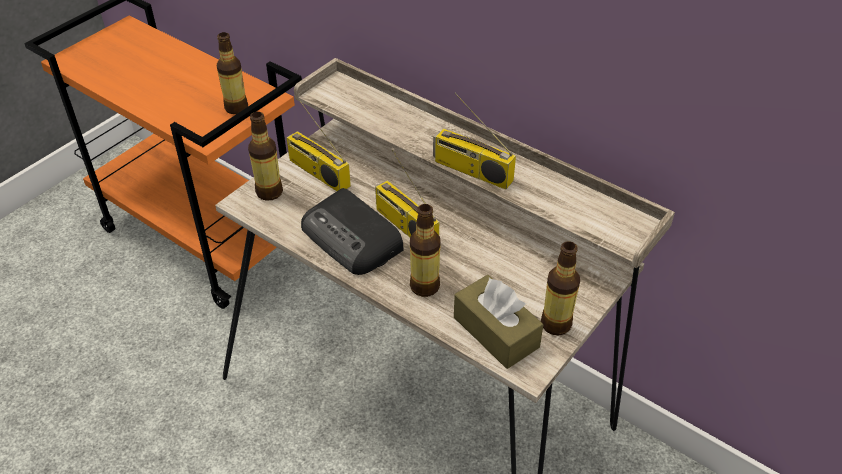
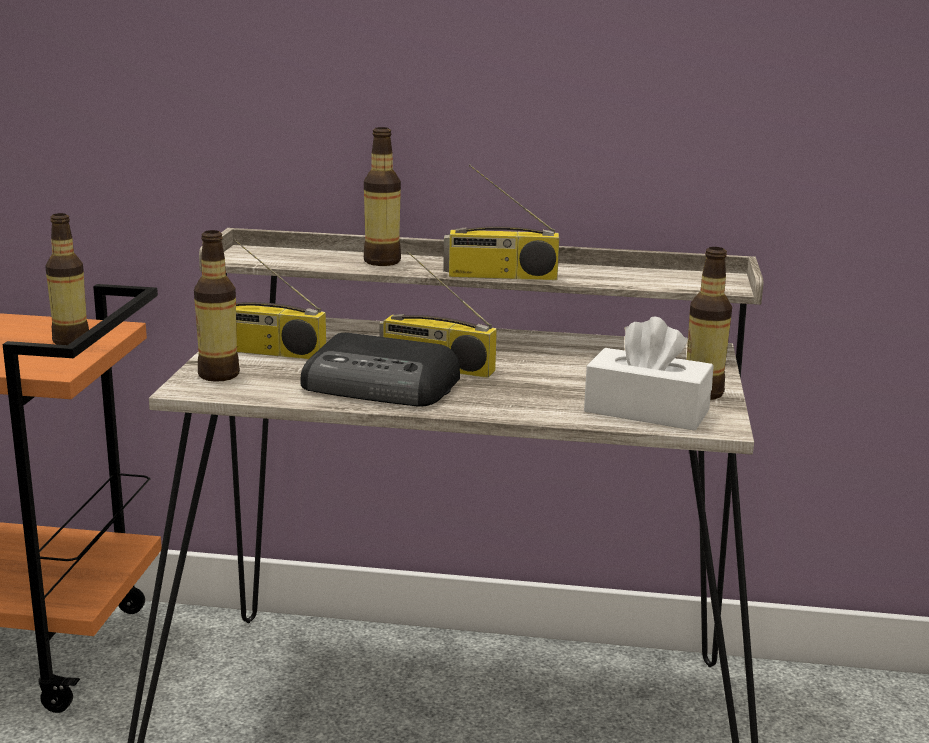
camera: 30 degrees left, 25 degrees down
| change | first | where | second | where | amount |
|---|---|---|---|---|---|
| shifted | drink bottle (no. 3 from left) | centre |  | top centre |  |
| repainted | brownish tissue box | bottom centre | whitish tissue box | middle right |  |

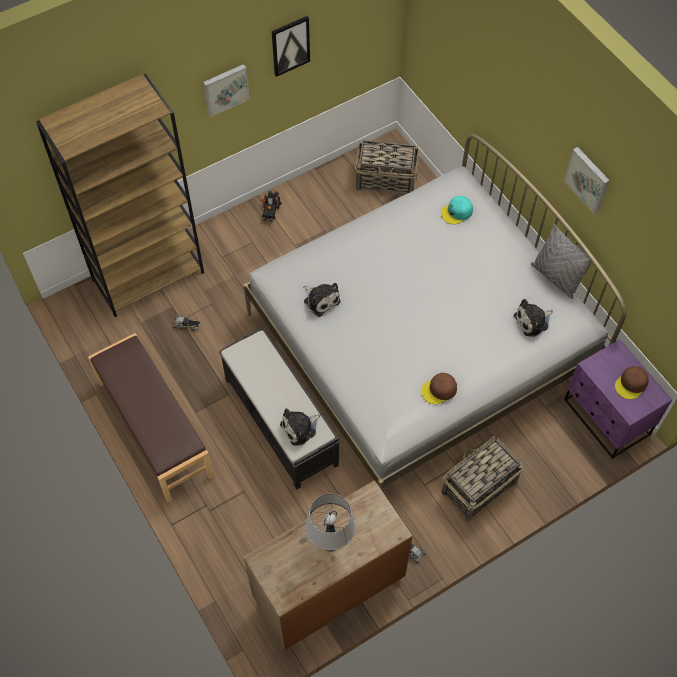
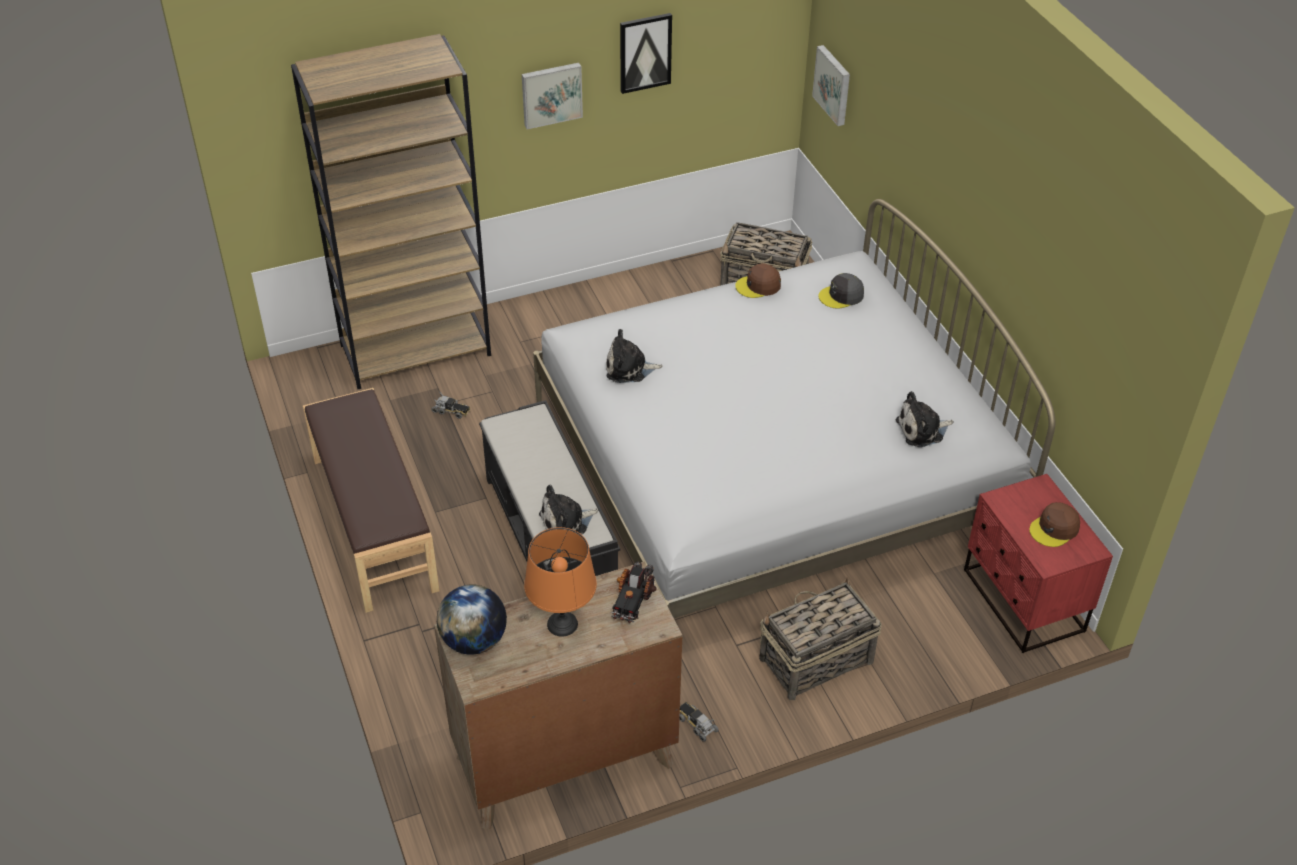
camera: 10 degrees right, 15 degrees down
| change | first | where | second | where | amount |
|---|---|---|---|---|---|
| new |  |  | desk globe | bottom centre |  |
| repainted | greyish tabletop lamp | bottom centre | orange tabletop lamp | bottom centre |  |
| rotated | cuddly toy (no. 2 from left) | centre |  | centre | 120 degrees clockwise |
| shifted | toy truck (no. 2 from left) | top centre |  | bottom centre |  |
| shifted | brownish cap (no. 1 from left) | centre |  | top centre |  |
| shifted | wall picture (no. 3 from left) | top right |  | top centre |  |
| repainted | turquoise-coloured cap | top right | greyish cap | centre |  |
| repainted | purple-coloured night table | middle right | red-coloured night table | middle right |  |
| gone | greyish throw pillow | middle right |  |  |  |

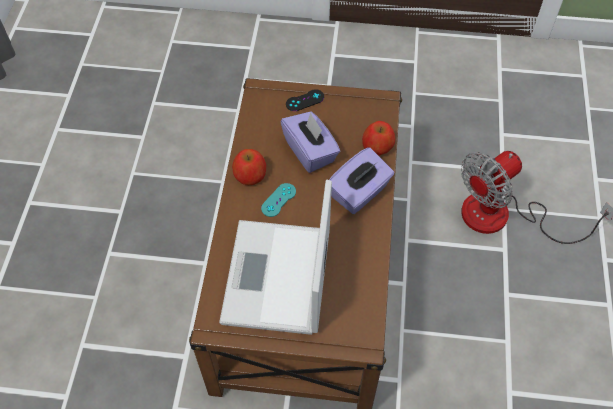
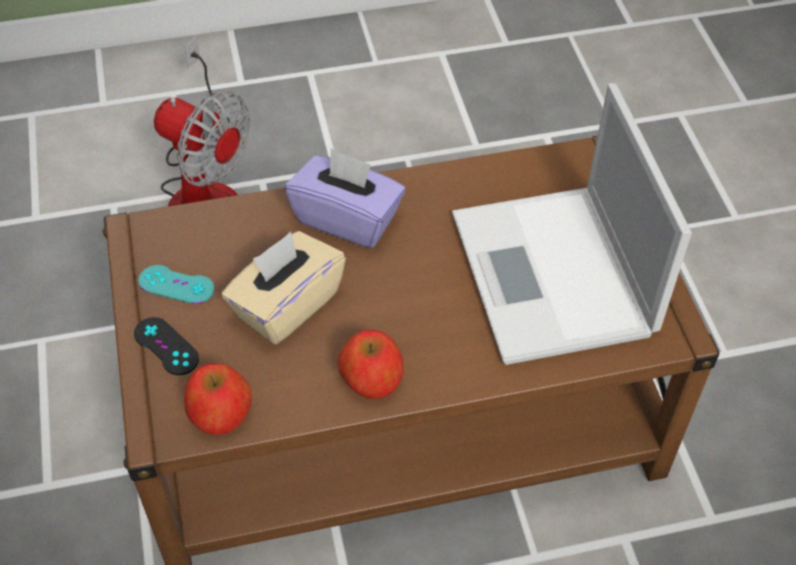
camera: 110 degrees left, 5 degrees down
| change | first | where | second | where | amount |
|---|---|---|---|---|---|
| shifted | turquoise-coloured gamepad | centre |  | middle left |  |
| shifted | whole apple (no. 2 from left in the first image) | centre | whole apple (no. 1 from left) | bottom left |  |
| repainted | purple-coloured tissue box (no. 1 from left) | centre | beige-coloured tissue box | centre |  |
| rotated | laptop | centre |  | middle right | 90 degrees clockwise |

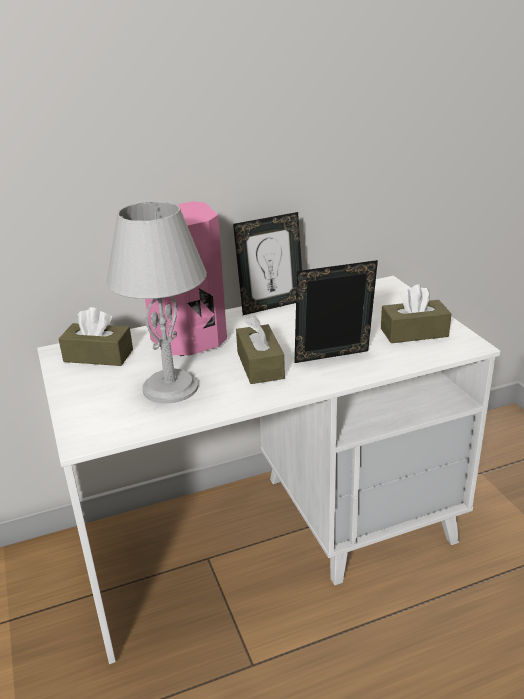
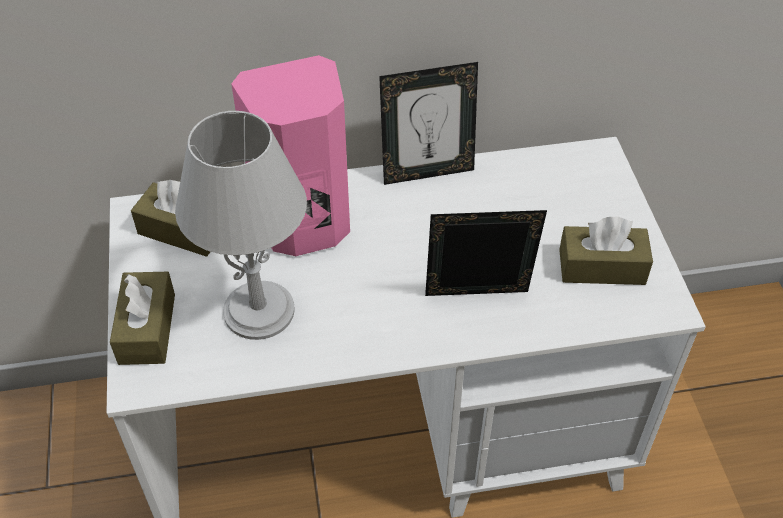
camera: 10 degrees right, 20 degrees up
| change | first | where | second | where | amount |
|---|---|---|---|---|---|
| shifted | brownish tissue box (no. 2 from left in the first image) | centre | brownish tissue box (no. 1 from left) | middle left |  |

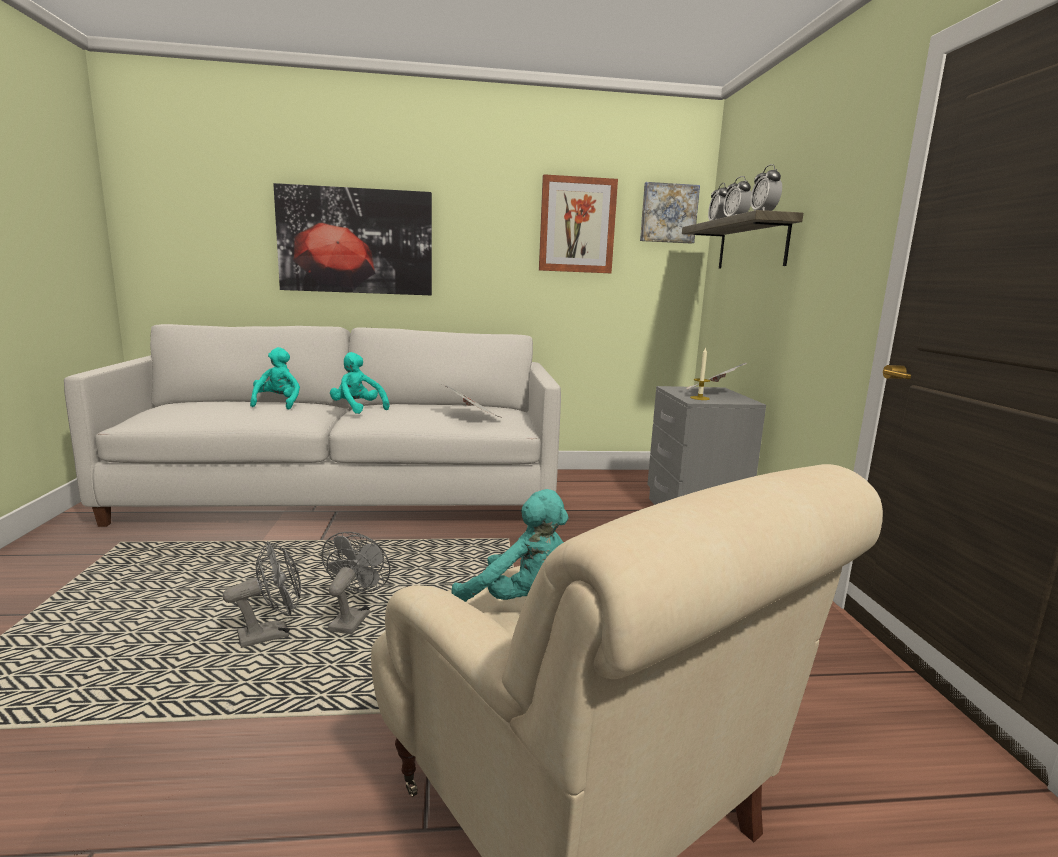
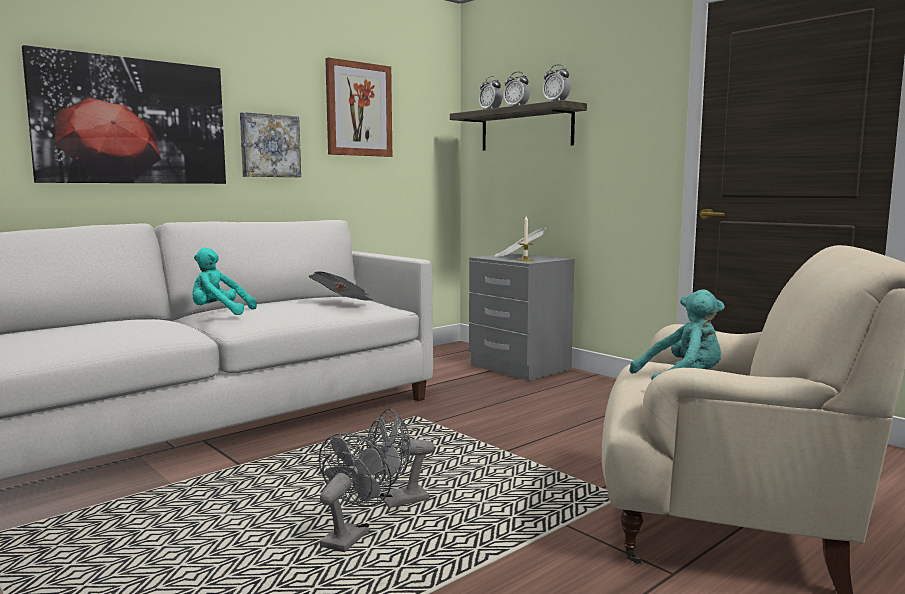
camera: 35 degrees left, 5 degrees down
| change | first | where | second | where | amount |
|---|---|---|---|---|---|
| shifted | wall picture (no. 3 from left in the first image) | top centre | wall picture (no. 2 from left) | top left |  |
| rotated | greyish electric fan (no. 2 from left) | bottom centre |  | bottom centre | 90 degrees counterclockwise |
| gone | turquoise-coloured cuddly toy (no. 1 from left) | middle left |  |  |  |

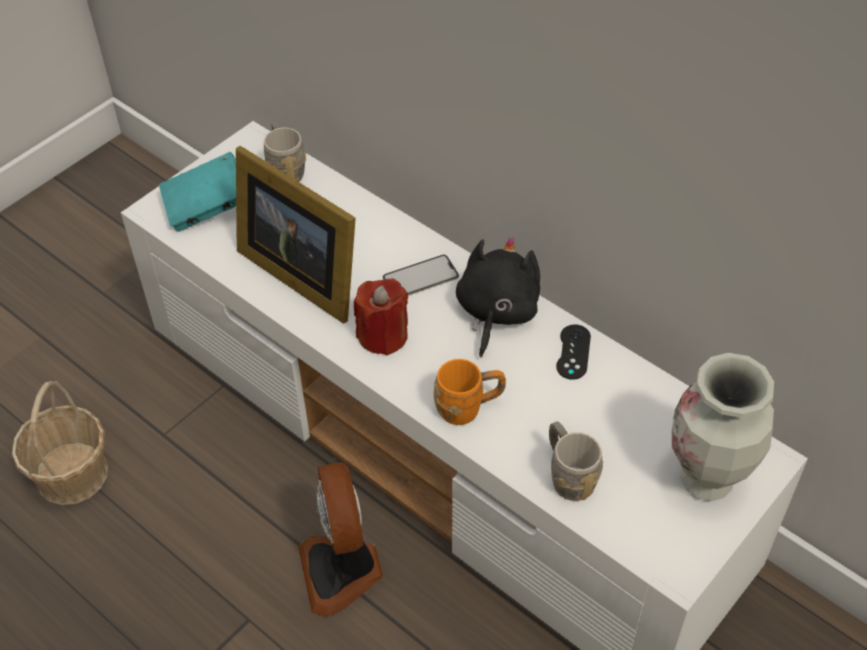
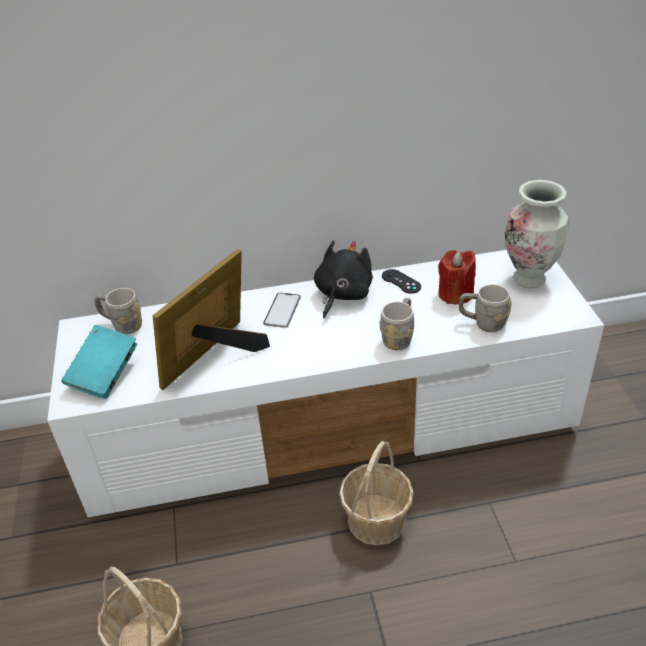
camera: 50 degrees left, 10 degrees down
| change | first | where | second | where | amount |
|---|---|---|---|---|---|
| rotated | picture frame | centre |  | middle left | 135 degrees clockwise |
| rotated | black cuddly toy | centre |  | centre | 60 degrees clockwise |
| swapped | electric fan | bottom centre | storage basket (no. 2 from left) | bottom centre |  |
| repainted | orange mug | centre | greyish mug (no. 2 from left) | centre |  |
| shifted | red-coloured wax candle | centre |  | middle right |  |

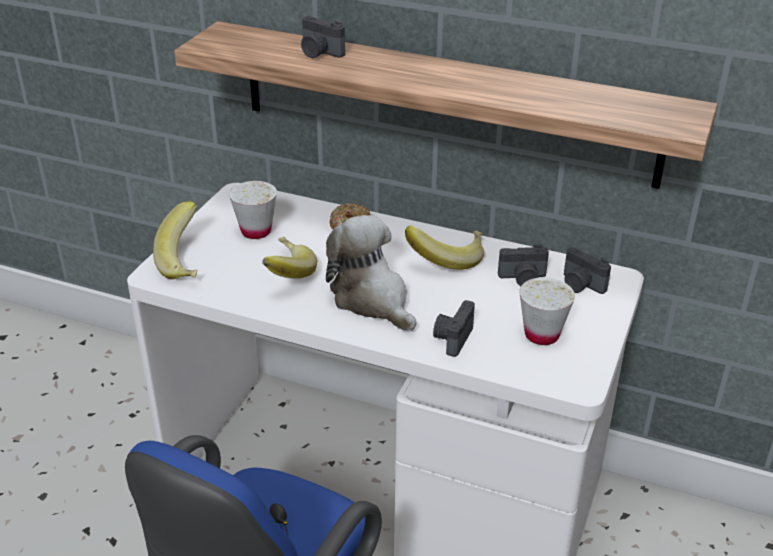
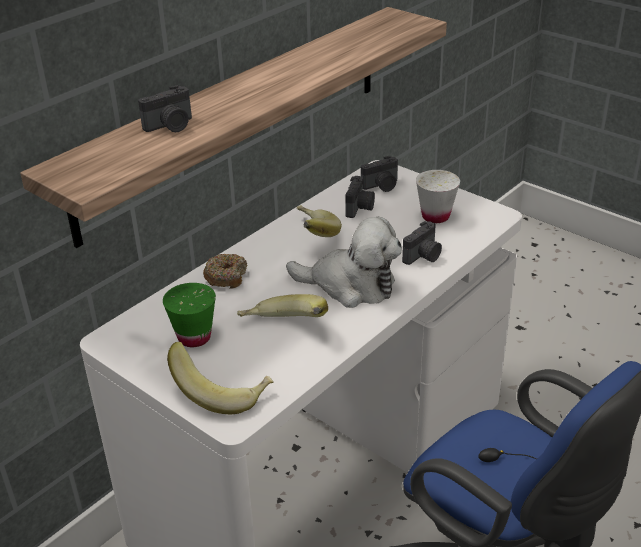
camera: 70 degrees left, 0 degrees up
| change | first | where | second | where | amount |
|---|---|---|---|---|---|
| repainted | whitish cup (no. 1 from left) | middle left | greenish cup | middle left |  |
| rotated | cuddly toy | centre |  | centre | 150 degrees counterclockwise |
| rotated | photo camera (no. 2 from left in the first image) | centre | photo camera (no. 4 from left) | centre | 90 degrees counterclockwise |

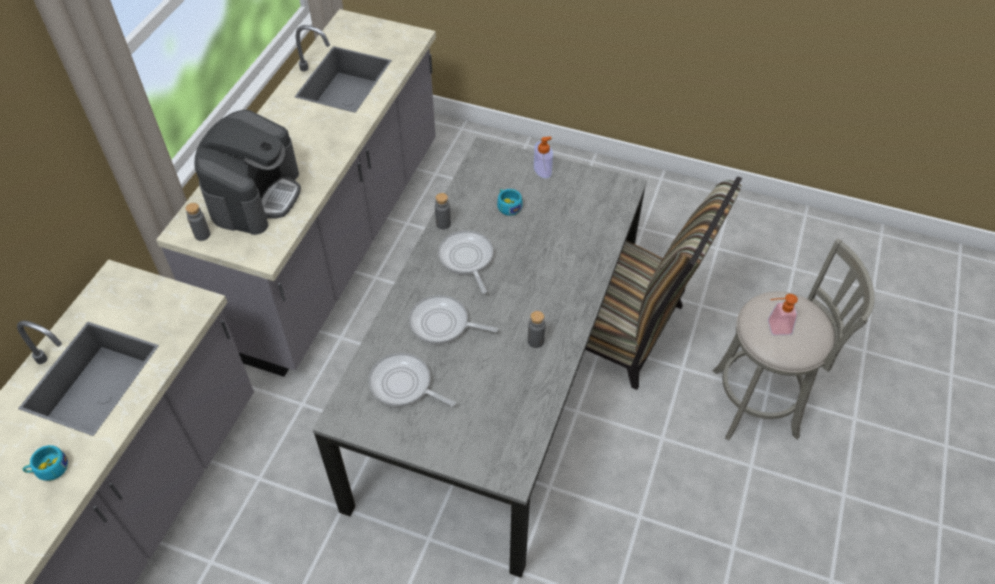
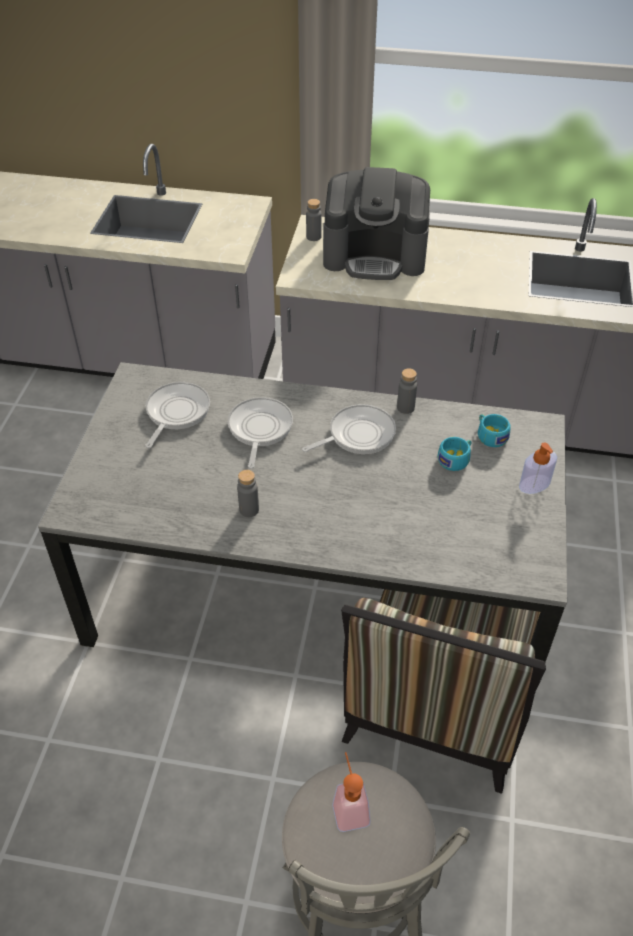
camera: 80 degrees right, 5 degrees down
| change | first | where | second | where | amount |
|---|---|---|---|---|---|
| shifted | turquoise-coloured cup (no. 1 from left in the first image) | bottom left | turquoise-coloured cup (no. 2 from left) | middle right |  |

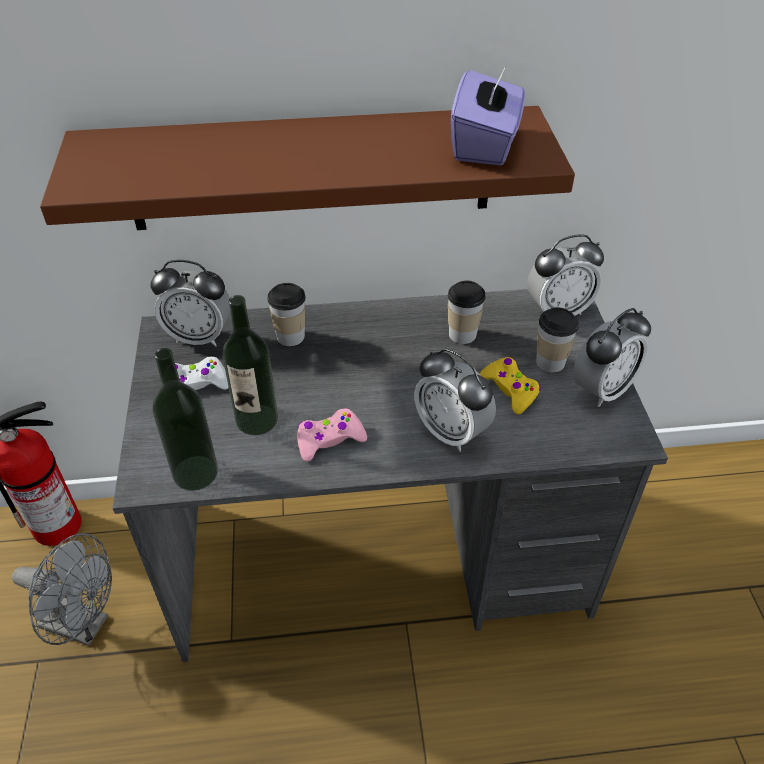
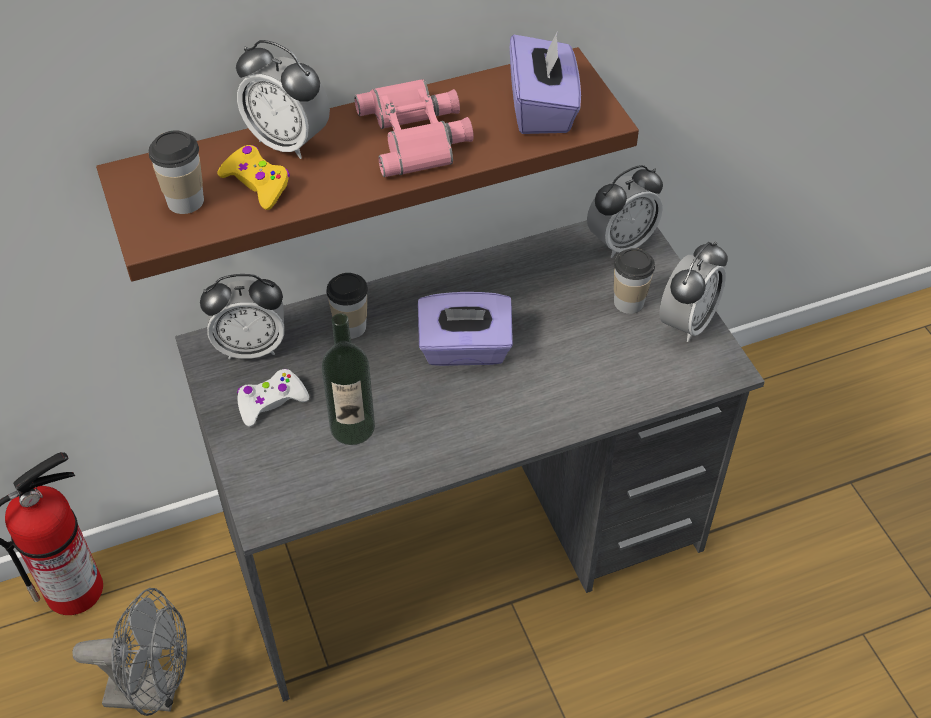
camera: 15 degrees left, 5 degrees up
| change | first | where | second | where | amount |
|---|---|---|---|---|---|
| shifted | cup (no. 2 from left in the first image) | centre | cup (no. 1 from left) | top left |  |
| shifted | yellow-coloured gamepad | middle right |  | top left |  |
| shifted | bedside clock (no. 2 from left) | centre |  | top left |  |
| new |  |  | pink-coloured binoculars | top centre |  |
| new |  |  | purple-coloured tissue box (no. 1 from left) | centre |  |
| gone | drink bottle (no. 1 from left) | middle left |  |  |  |
| gone | pink-coloured gamepad | centre |  |  |  |

